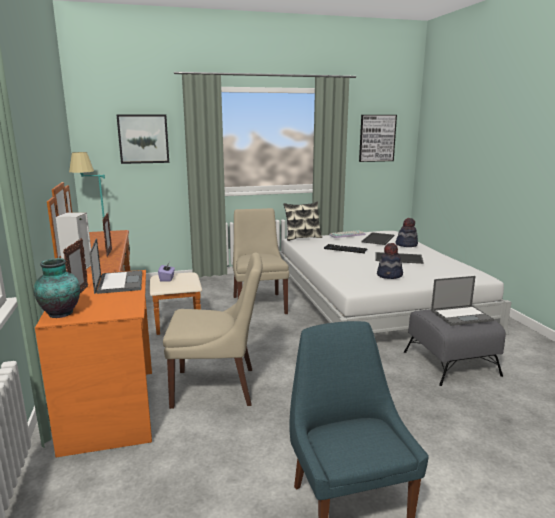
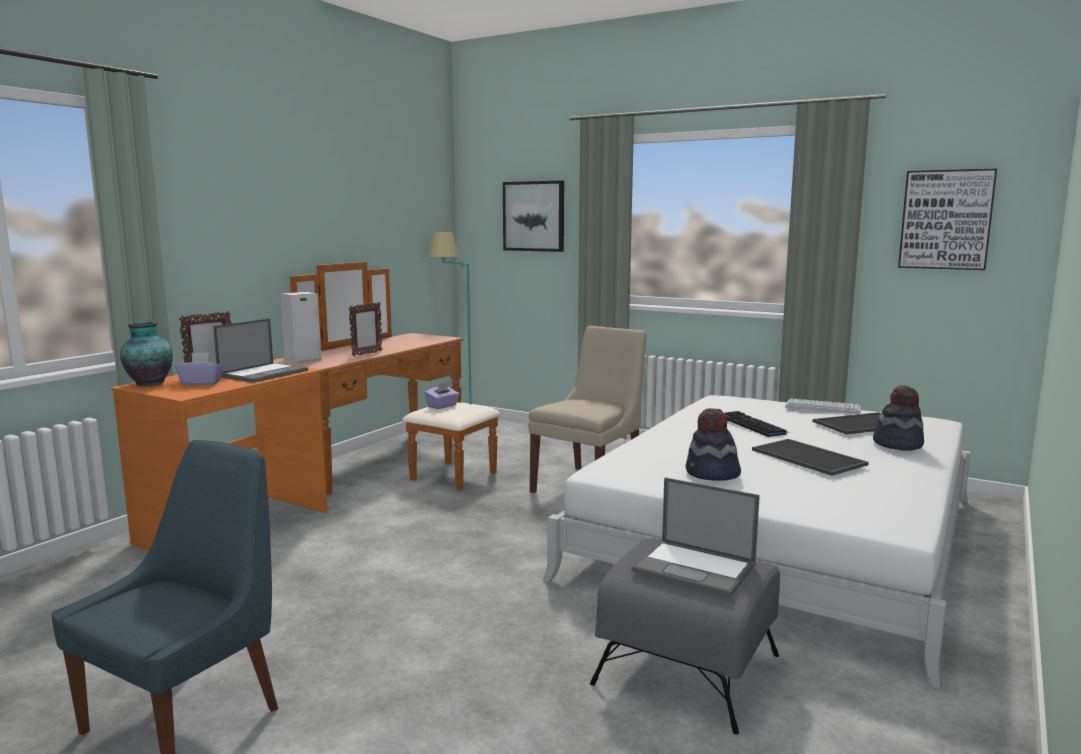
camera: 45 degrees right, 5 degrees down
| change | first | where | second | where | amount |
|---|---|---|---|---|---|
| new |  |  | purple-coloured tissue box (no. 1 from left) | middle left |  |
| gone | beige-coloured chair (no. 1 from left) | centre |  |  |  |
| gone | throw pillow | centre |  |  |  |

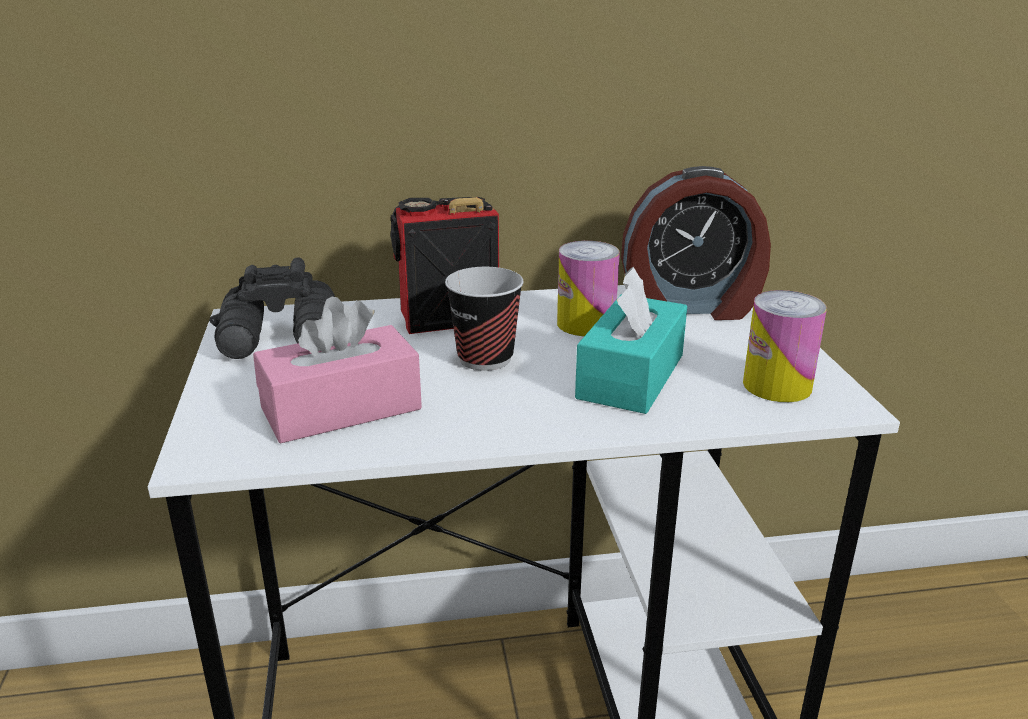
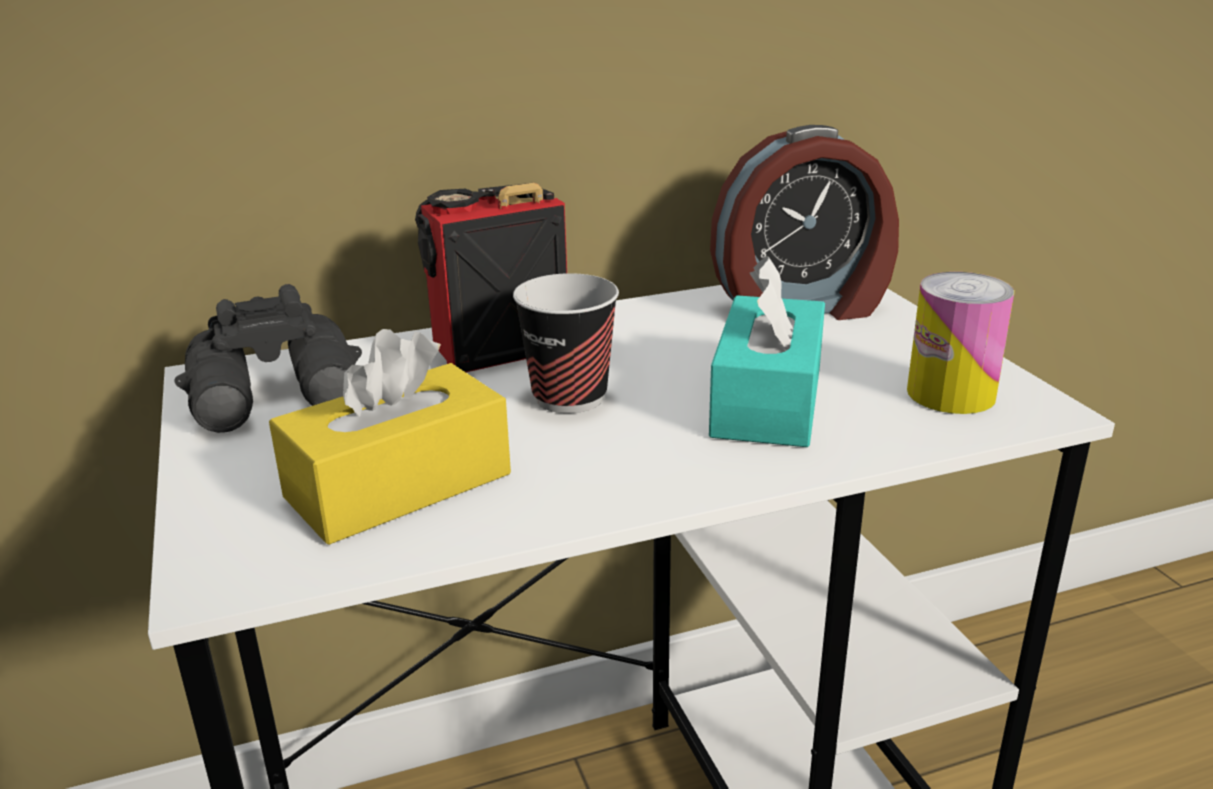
camera: 10 degrees left, 0 degrees up
| change | first | where | second | where | amount |
|---|---|---|---|---|---|
| repainted | pink-coloured tissue box | middle left | yellow-coloured tissue box | middle left |  |
| gone | can (no. 1 from left) | centre |  |  |  |

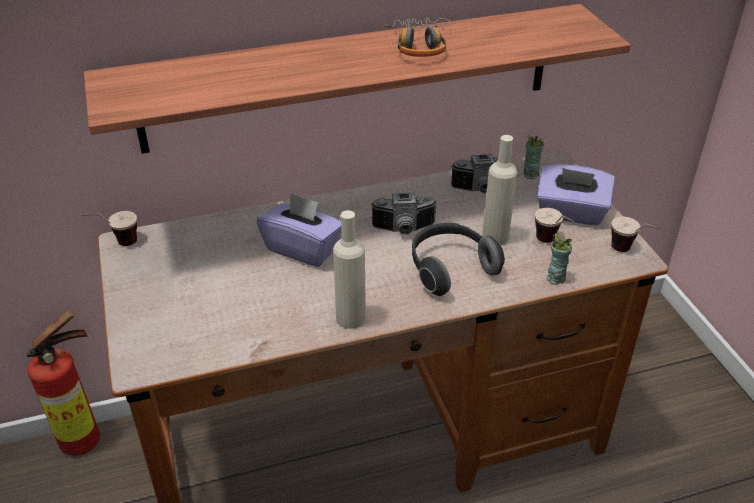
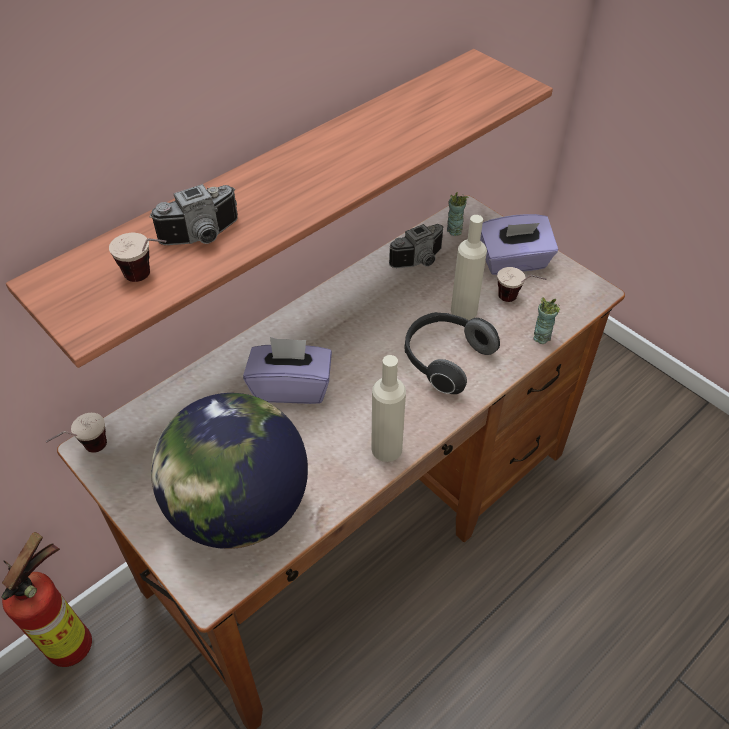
camera: 25 degrees left, 10 degrees up
| change | first | where | second | where | amount |
|---|---|---|---|---|---|
| shifted | cup (no. 5 from left in the first image) | middle right | cup (no. 2 from left) | middle left |  |
| shifted | photo camera (no. 1 from left) | centre |  | top left |  |
| new |  |  | desk globe | middle left |  |
| gone | pair of headphones (no. 1 from left) | top centre |  |  |  |

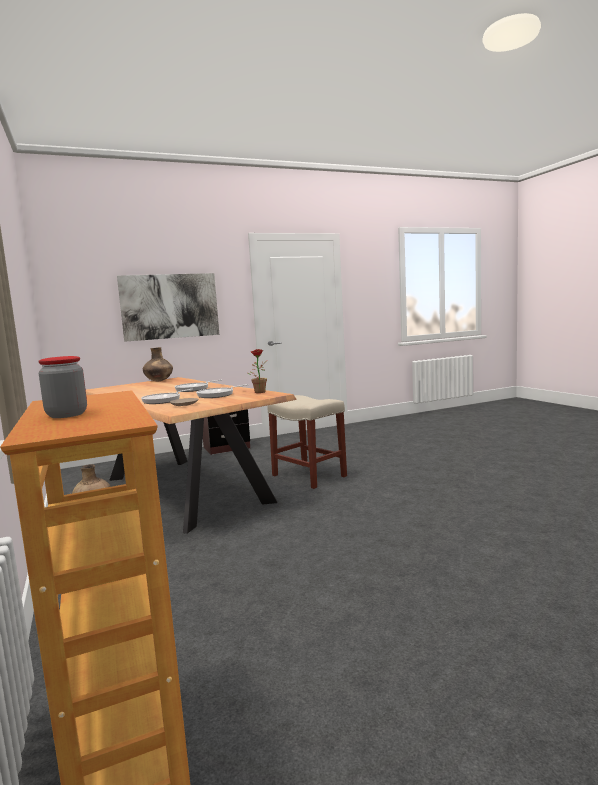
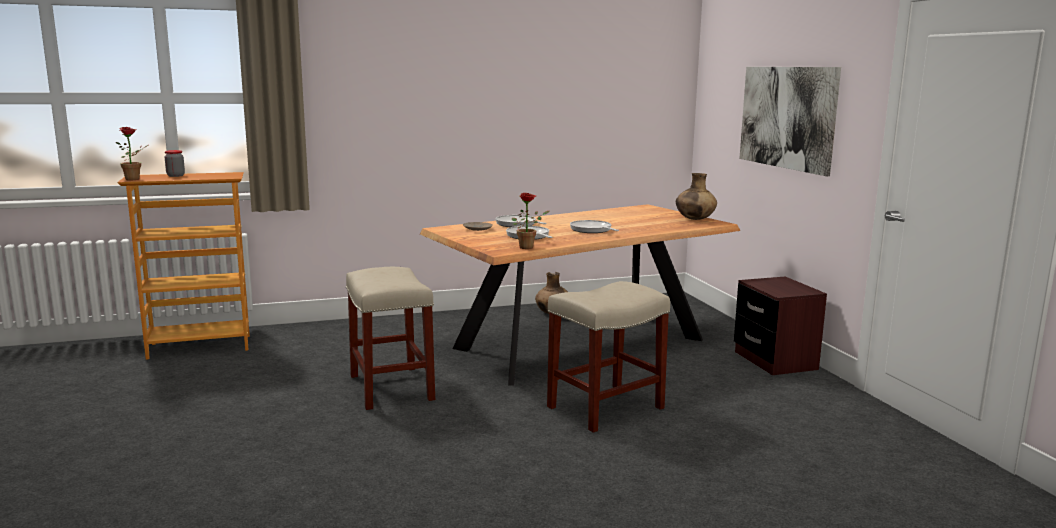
camera: 95 degrees right, 5 degrees up
| change | first | where | second | where | amount |
|---|---|---|---|---|---|
| new |  |  | potted plant (no. 1 from left) | top left |  |
| new |  |  | beige-coloured sitting stool (no. 1 from left) | centre |  |

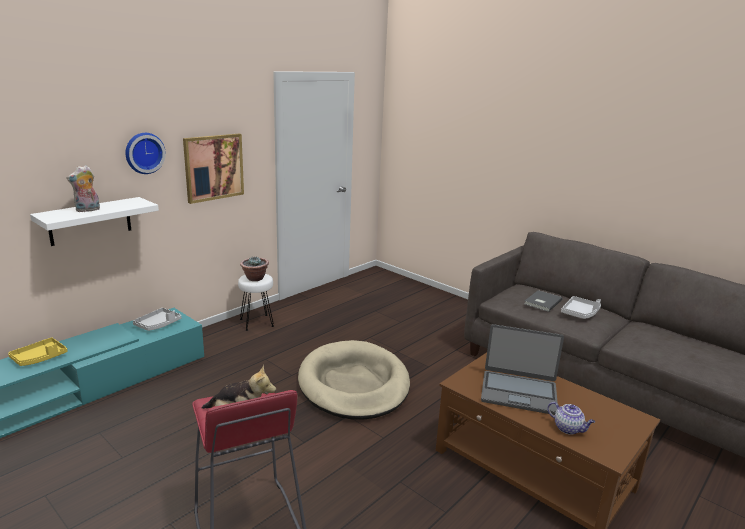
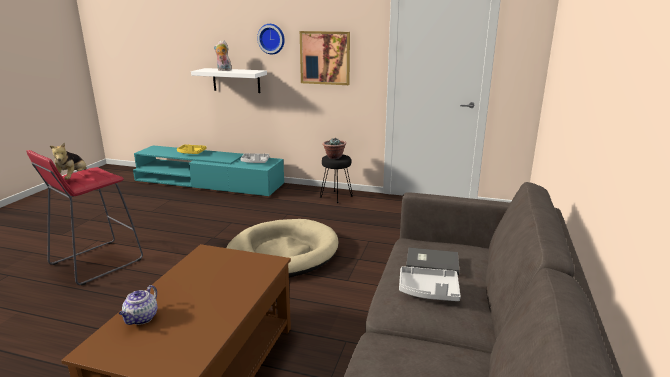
camera: 65 degrees right, 0 degrees up
| change | first | where | second | where | amount |
|---|---|---|---|---|---|
| repainted | whitish sitting stool | centre | black sitting stool | centre |  |
| gone | laptop | bottom right |  |  |  |

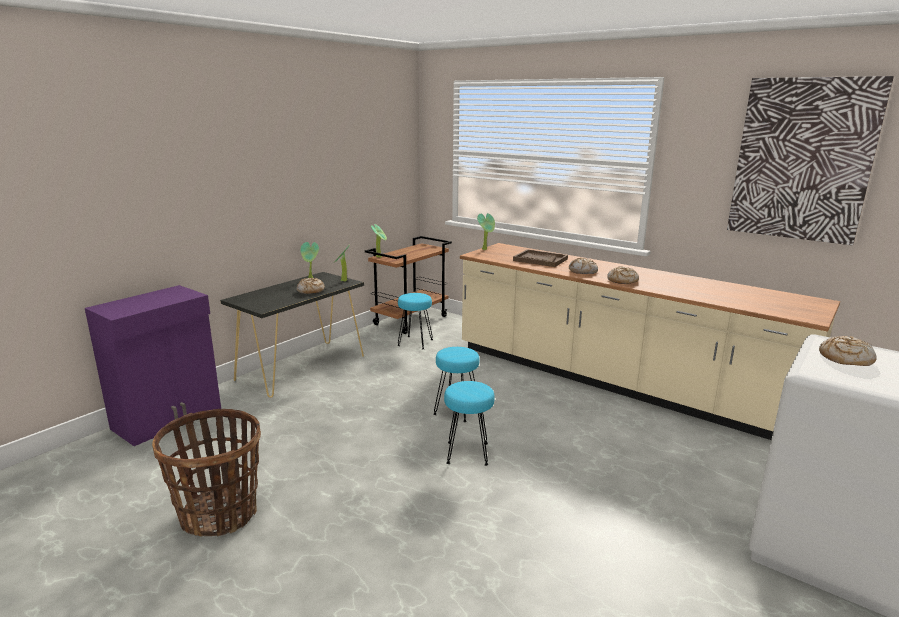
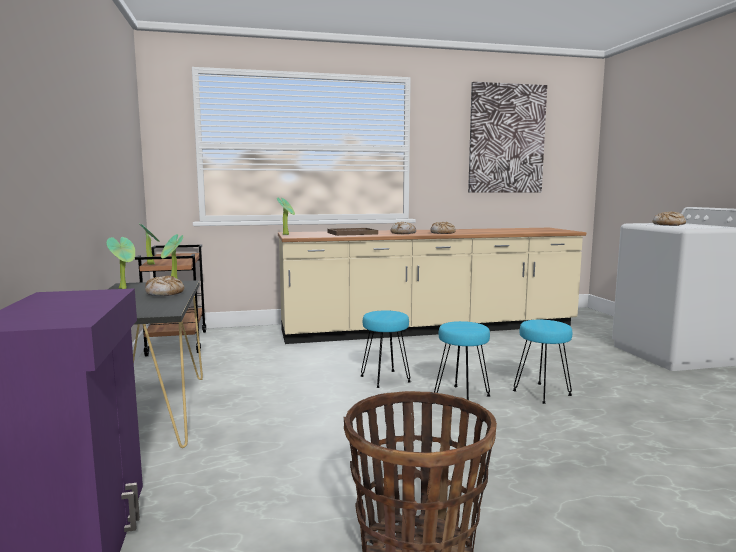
camera: 50 degrees left, 10 degrees down
| change | first | where | second | where | amount |
|---|---|---|---|---|---|
| shifted | turquoise-coloured sitting stool (no. 1 from left in the first image) | centre | turquoise-coloured sitting stool (no. 3 from left) | middle right |  |

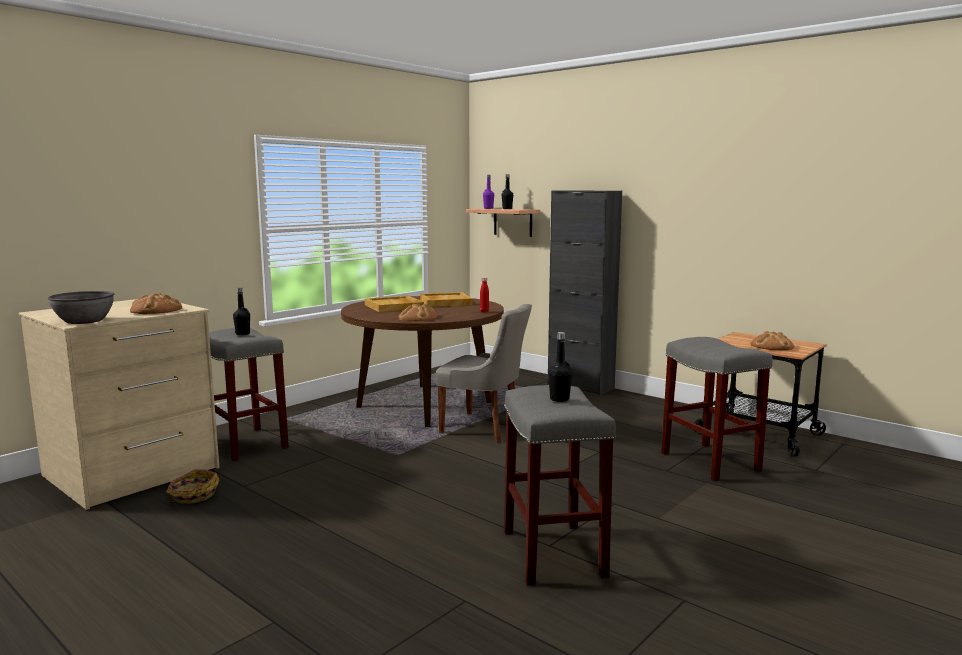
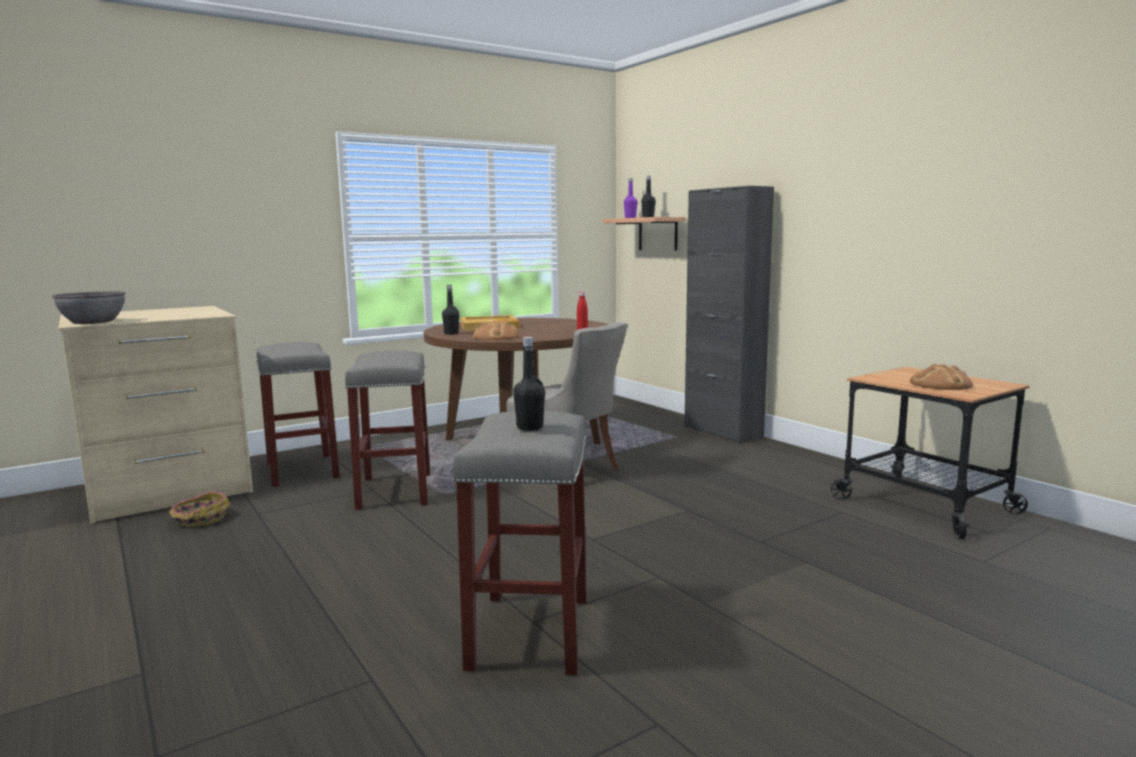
camera: 15 degrees right, 0 degrees up
| change | first | where | second | where | amount |
|---|---|---|---|---|---|
| shifted | greyish sitting stool (no. 3 from left in the first image) | middle right | greyish sitting stool (no. 2 from left) | centre |  |
| shifted | black drink bottle (no. 1 from left) | middle left |  | centre |  |
| gone | bread (no. 1 from left) | middle left |  |  |  |
| gone | beige-coloured serving tray (no. 2 from left) | centre |  |  |  |

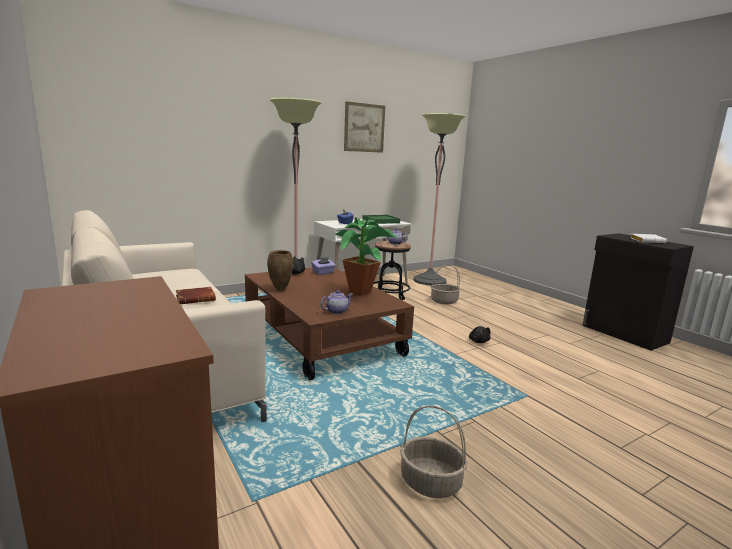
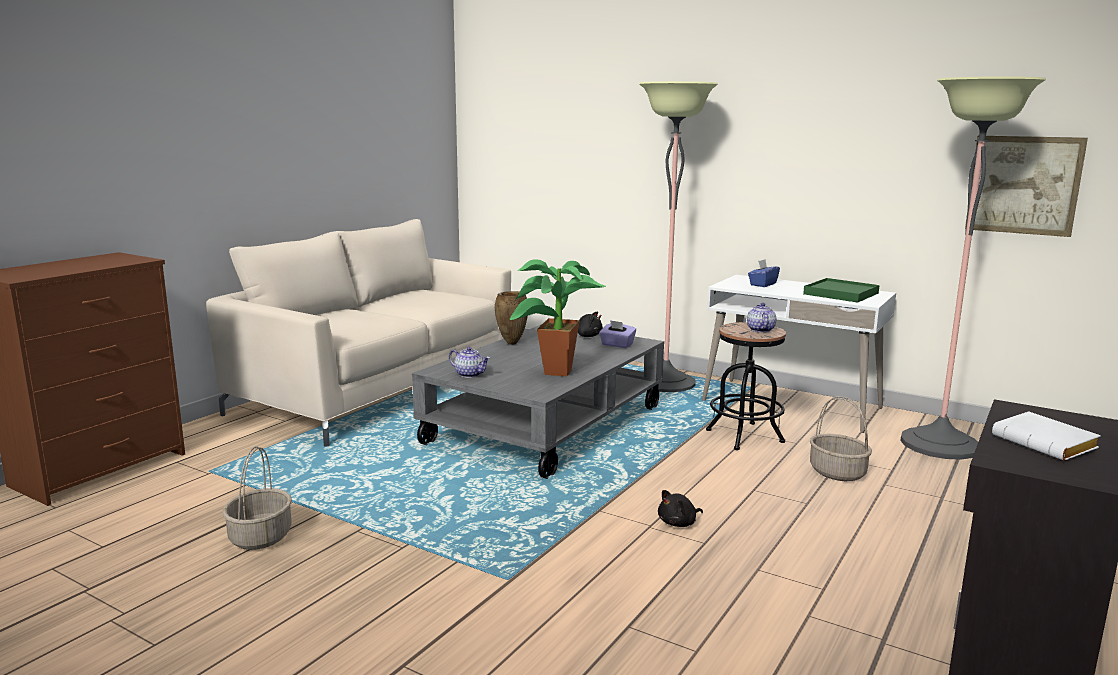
camera: 65 degrees right, 0 degrees up
| change | first | where | second | where | amount |
|---|---|---|---|---|---|
| repainted | brownish low table | centre | greyish low table | centre |  |
| shifted | wall picture | top centre |  | top right |  |
| gone | brownish volume | middle left |  |  |  |

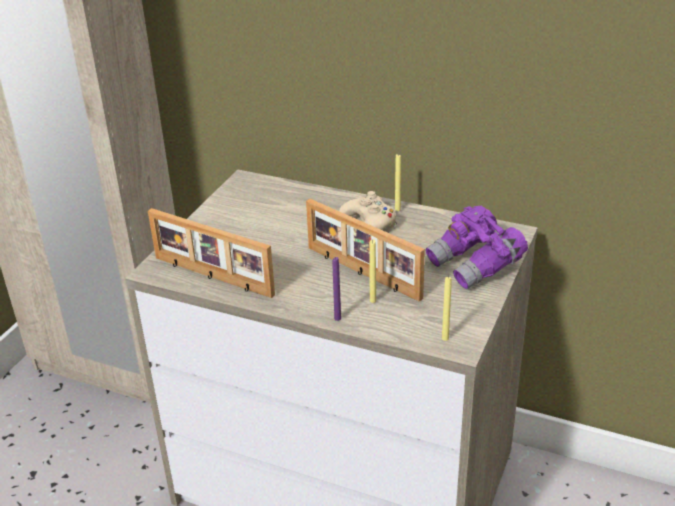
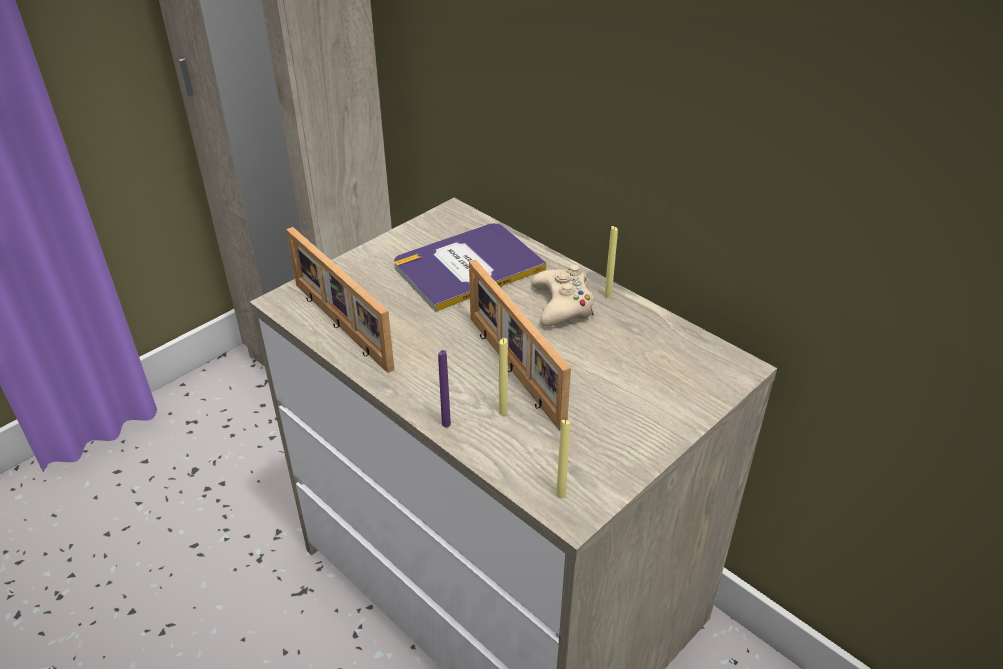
camera: 20 degrees right, 5 degrees up
| change | first | where | second | where | amount |
|---|---|---|---|---|---|
| new |  |  | volume | centre |  |
| gone | purple-coloured binoculars | middle right |  |  |  |

